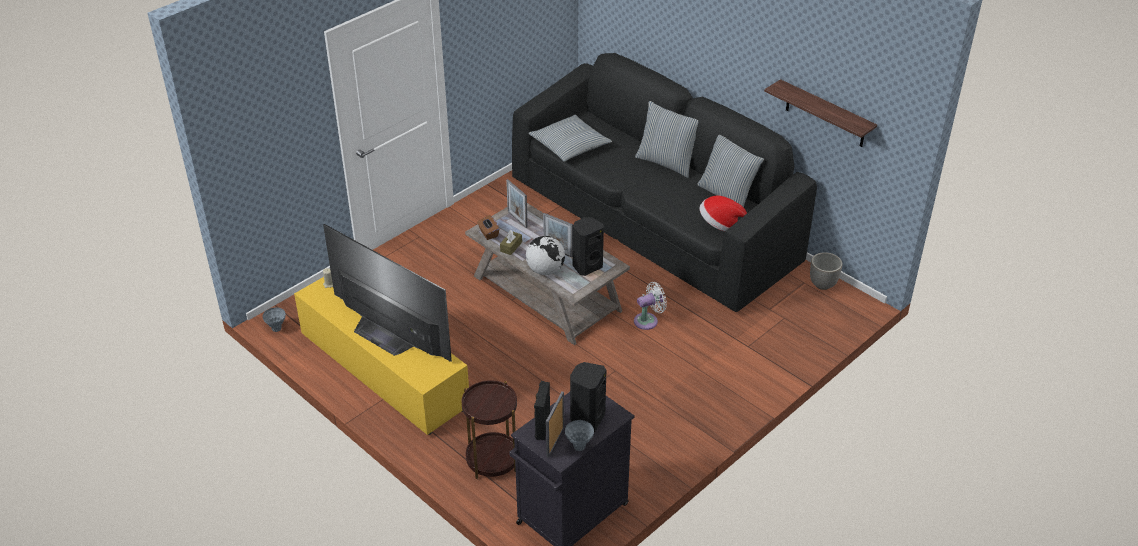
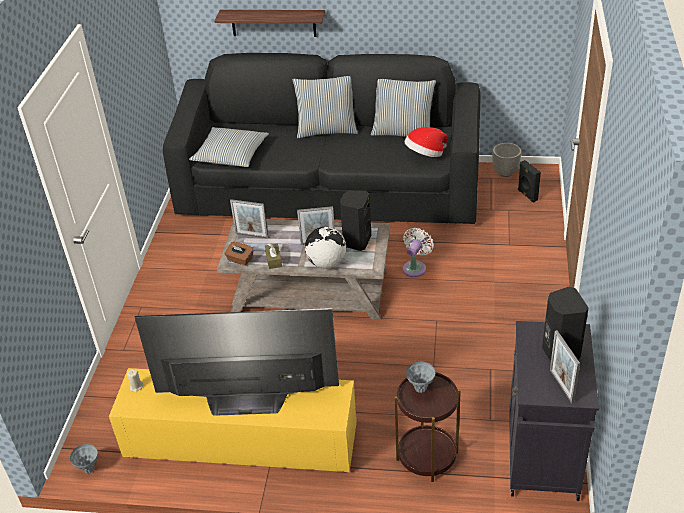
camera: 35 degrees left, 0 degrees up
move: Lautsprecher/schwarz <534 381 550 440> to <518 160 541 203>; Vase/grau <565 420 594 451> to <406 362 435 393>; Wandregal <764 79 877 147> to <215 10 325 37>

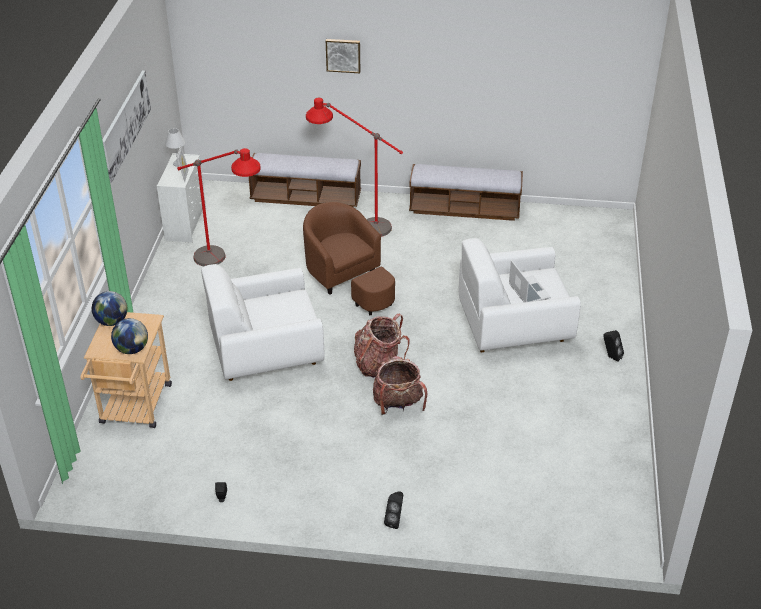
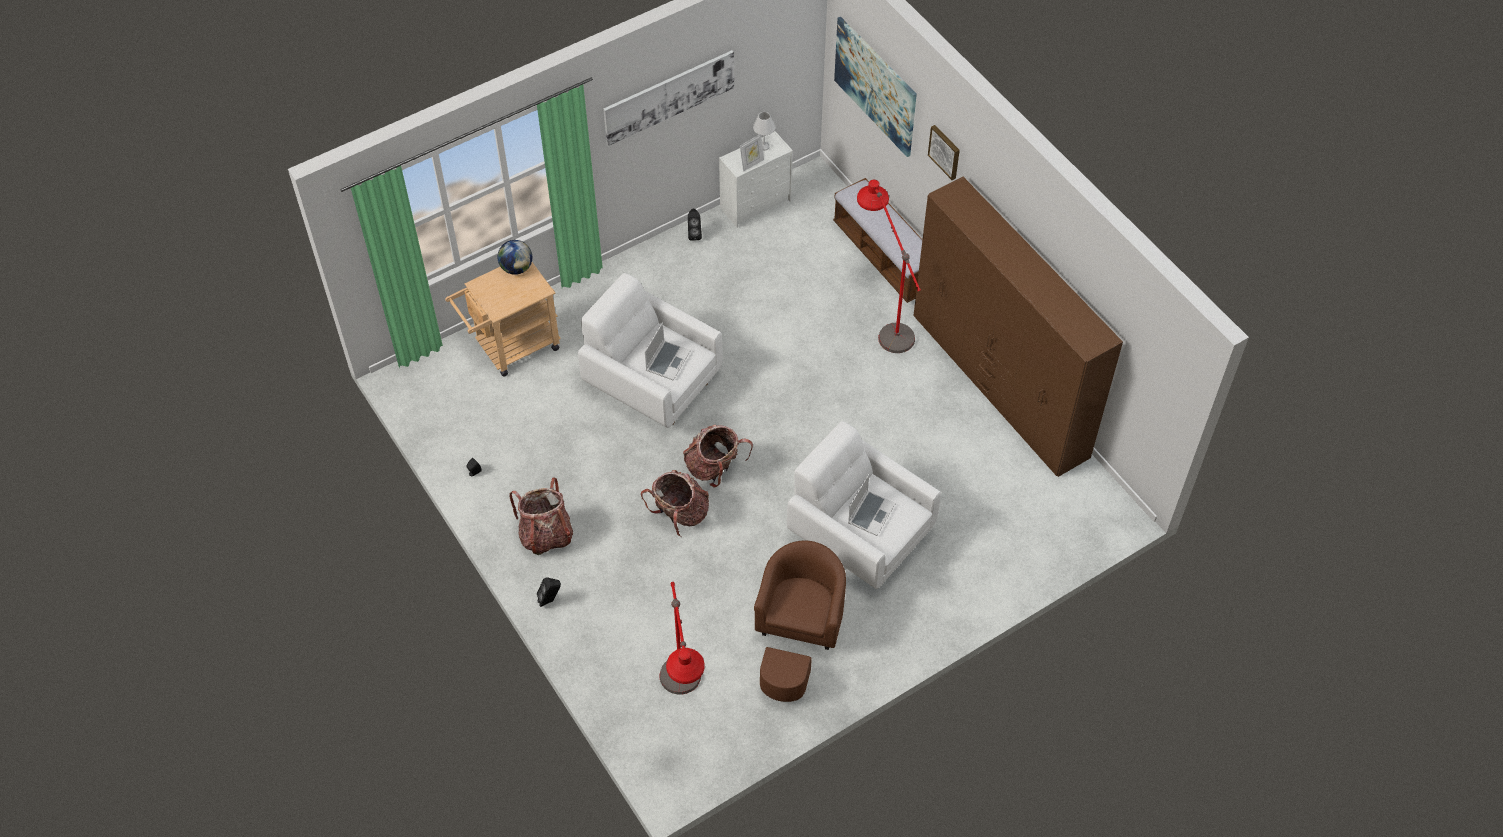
camera: 50 degrees right, 15 degrees up
delete: Globus <111 318 148 354>
insert: Rucksack <509 477 573 555>; Laptop <645 322 691 380>; Bild <834 16 917 157>
move: Stehlampe/rot <177 148 261 266> to <660 582 705 695>; Sessel/braun <303 202 395 315> to <754 541 846 702>; Lautsprecher/schwarz <603 330 624 362> to <688 209 702 241>
replace: Bank <409 164 523 221> to Kleiderschrank/braun <913 177 1123 477>

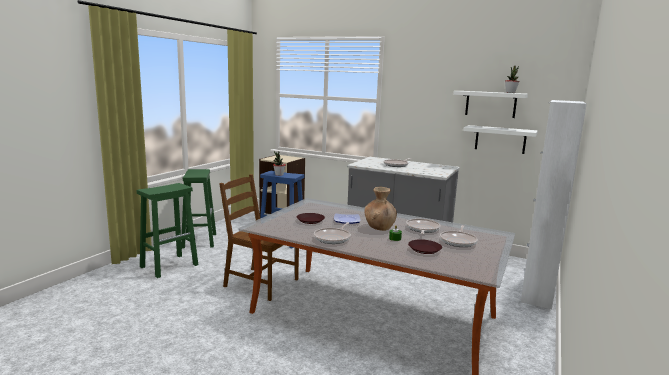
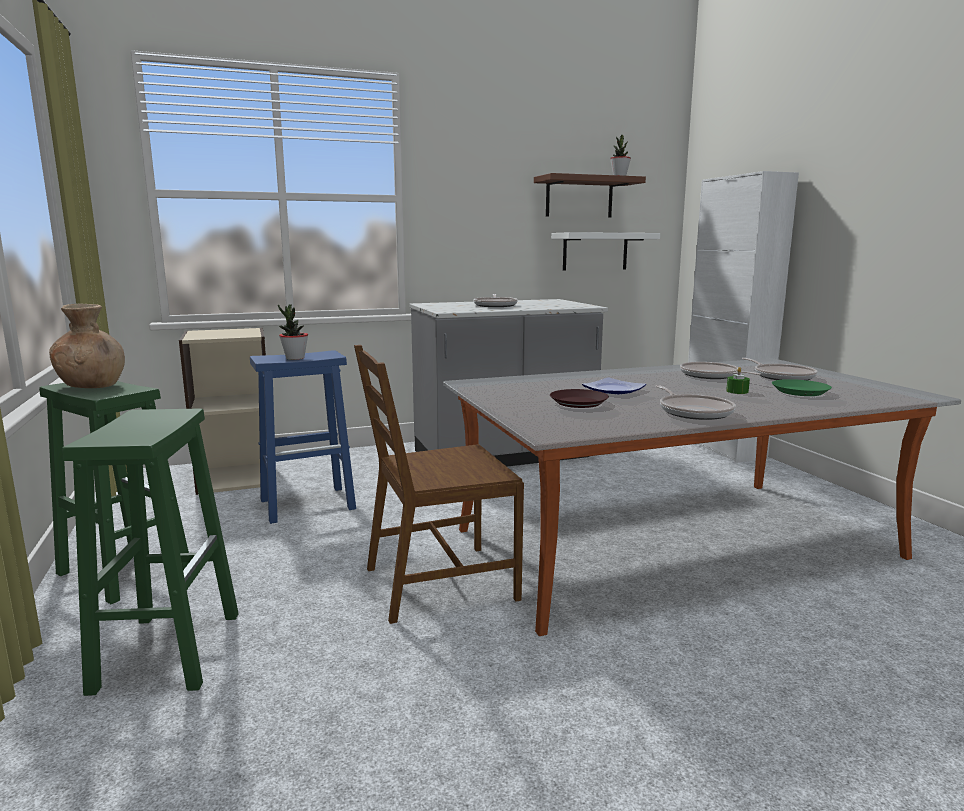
camera: 45 degrees left, 0 degrees up
move: Vase/braun <365 187 397 231> to <49 304 125 388>
recolor: Teller/braun <408 239 442 254> to Teller/grün <772 379 832 396>; Wandregal/weiß <453 91 528 118> to Wandregal/braun <534 173 646 217>

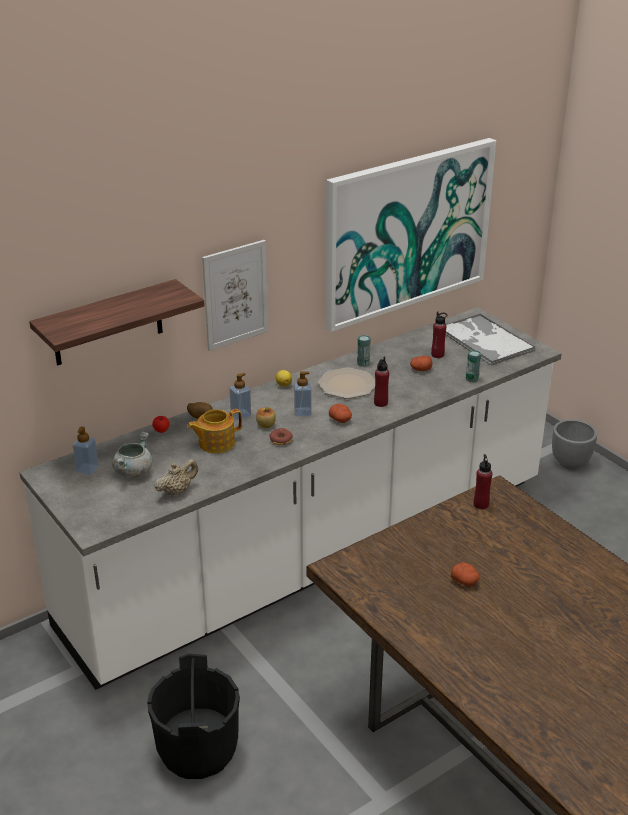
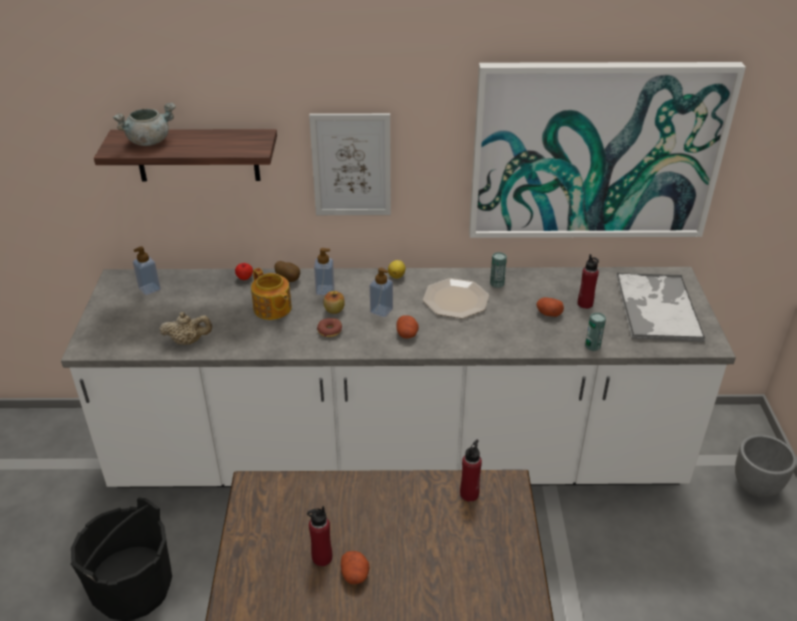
camera: 35 degrees right, 5 degrees up
move: Kochtopf/grau <112 432 153 478> to <113 103 176 146>; Flasche/rot <374 357 389 407> to <307 506 332 566>
rotate: Teekanne <187 409 242 453> = <251 268 292 320> 135 degrees counterclockwise

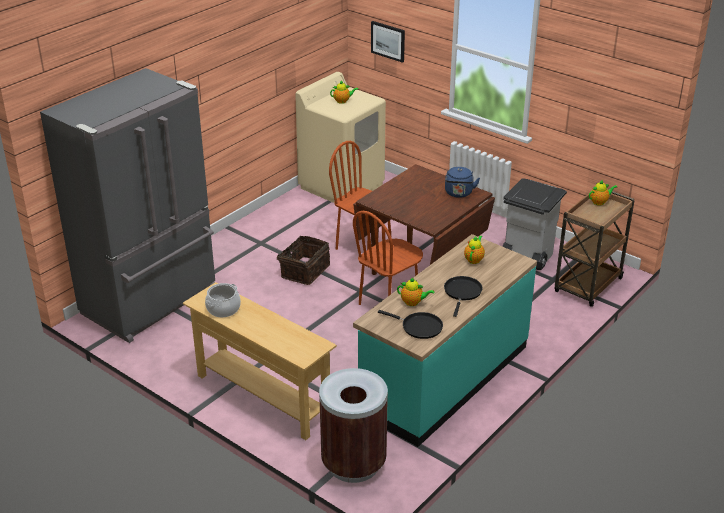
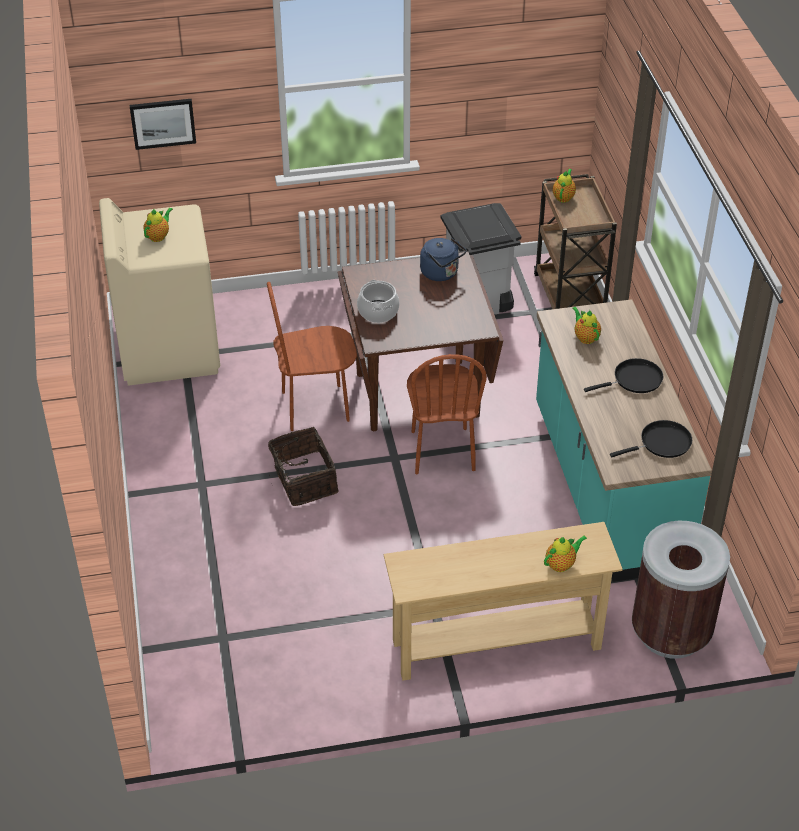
camera: 50 degrees left, 10 degrees up
delete: Kühlschrank/grau <40 68 215 343>
move: Kochtopf <205 283 241 318> to <357 280 399 323>; Teekanne <397 278 434 306> to <544 536 587 572>
rotate: Pfanne/schwarz <444 276 483 317> = <584 358 663 393> 105 degrees clockwise

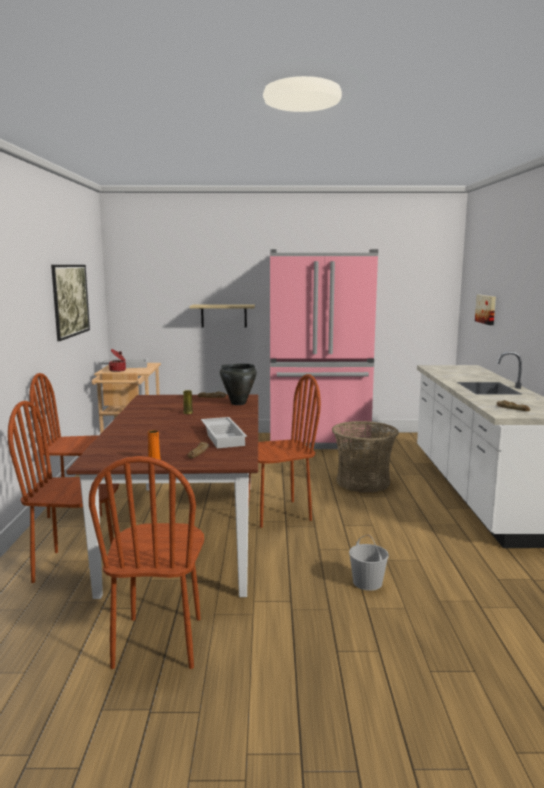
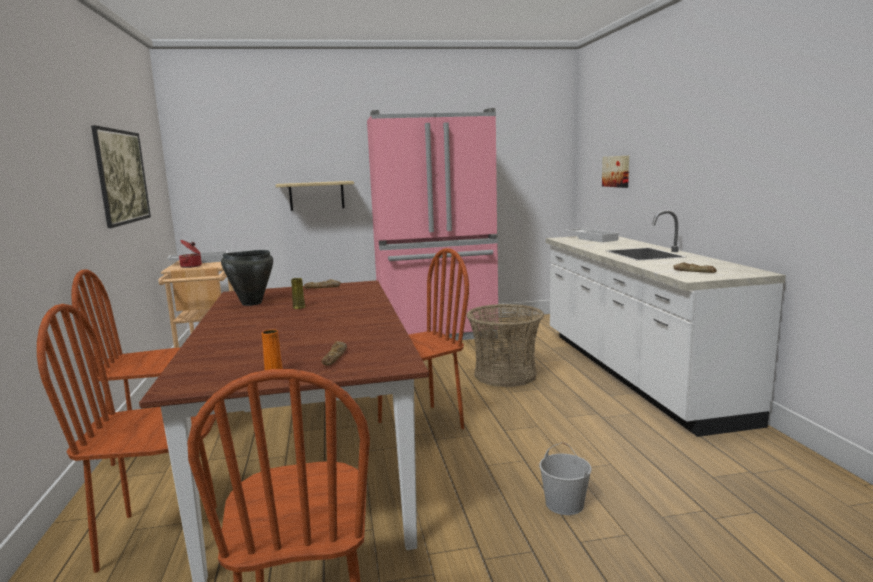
camera: 10 degrees left, 0 degrees up
move: Tablett/weiß <201 417 247 448> to <564 228 620 242>; Kochtopf/schwarz <220 364 257 405> to <221 250 273 306>

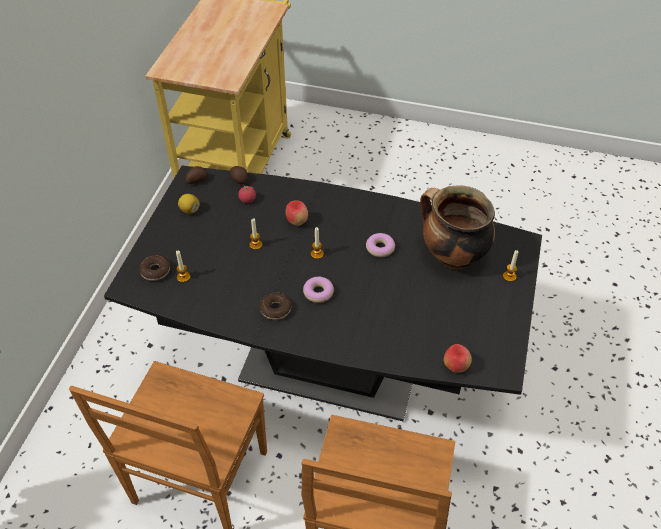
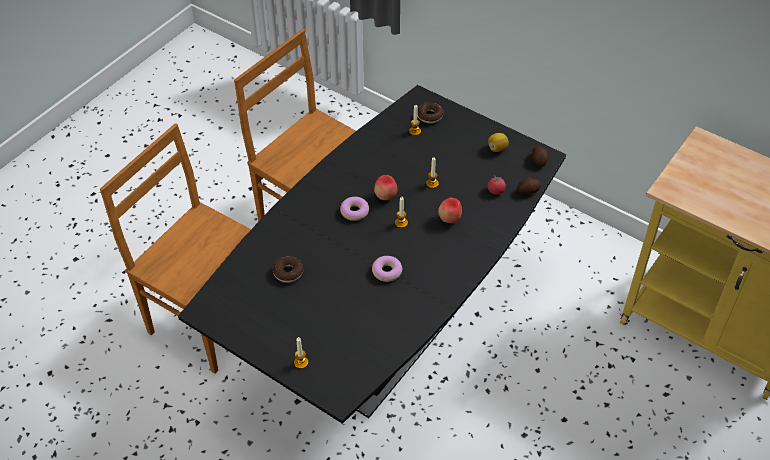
camera: 110 degrees right, 0 degrees up
delete: Kochtopf <420 185 495 269>
move: Donut <260 293 291 320> to <273 256 304 283>; Apfel <444 344 472 373> to <374 175 398 200>

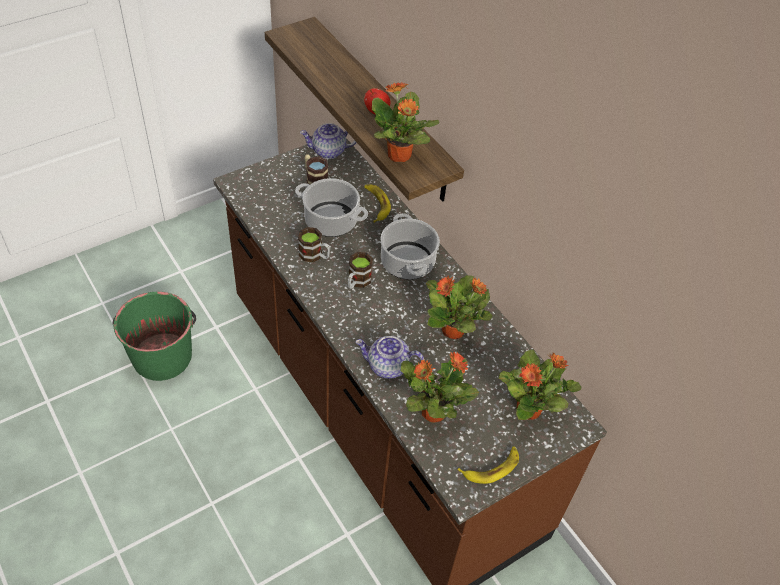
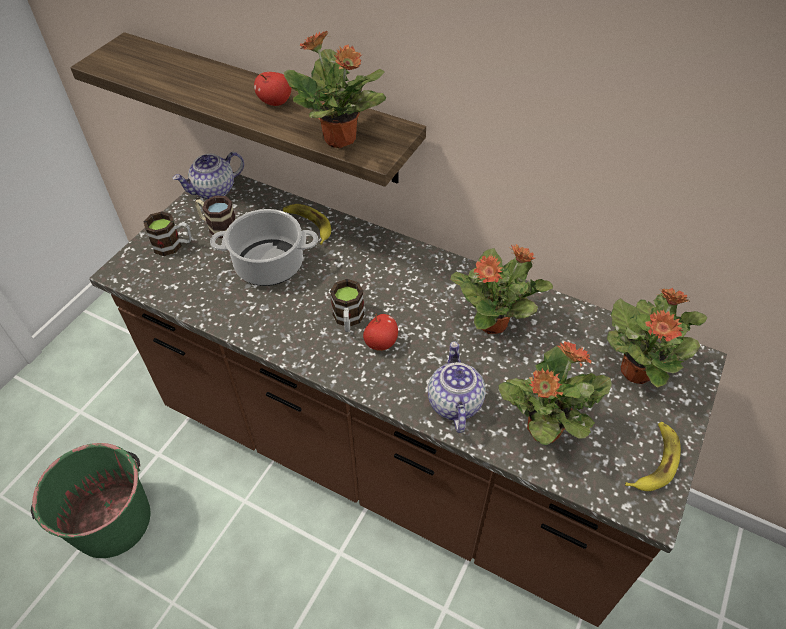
camera: 25 degrees left, 0 degrees up
delete: Kochtopf <380 213 440 280>
insert: Apfel <363 314 398 351>
move: Henkelbecher <298 227 330 262> to <144 212 192 256>
rotate: Teekanne <355 336 424 379> = <428 341 486 433> 105 degrees clockwise

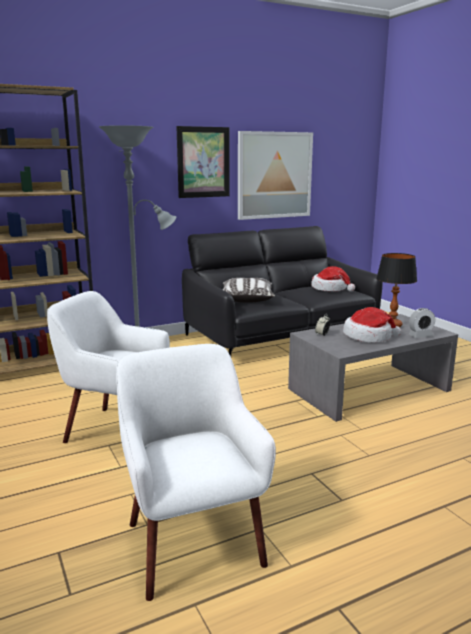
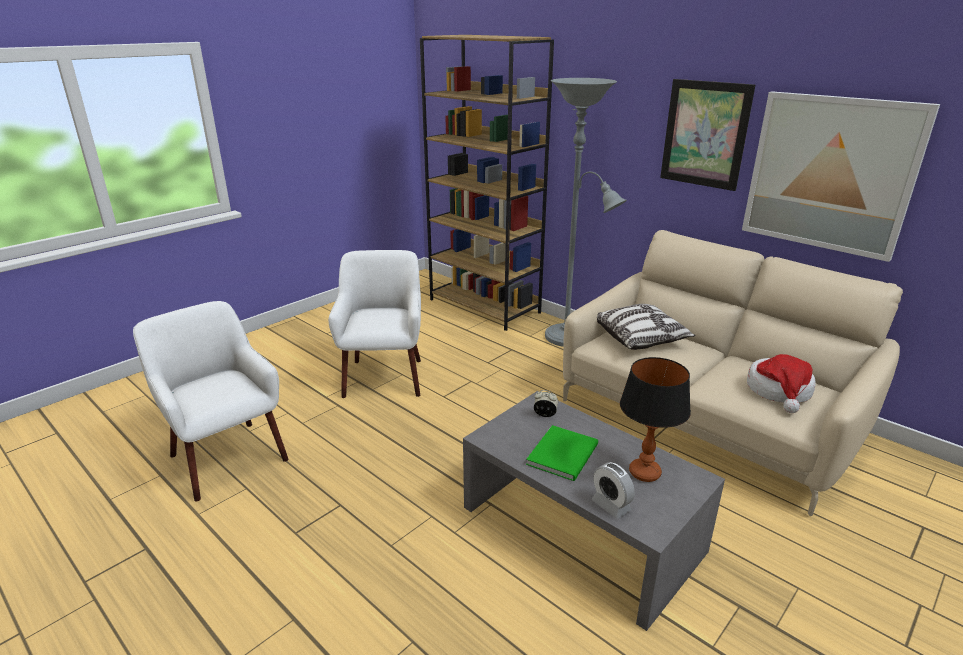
camera: 70 degrees right, 10 degrees up
replace: Hut <343 307 401 343> to Buch/grün <526 425 598 481>
recolor: Sofa/schwarz <182 226 383 356> to Sofa/beige <563 230 903 516>
rotate: Sessel/weiß <116 344 276 601> = <133 301 289 501> 90 degrees counterclockwise

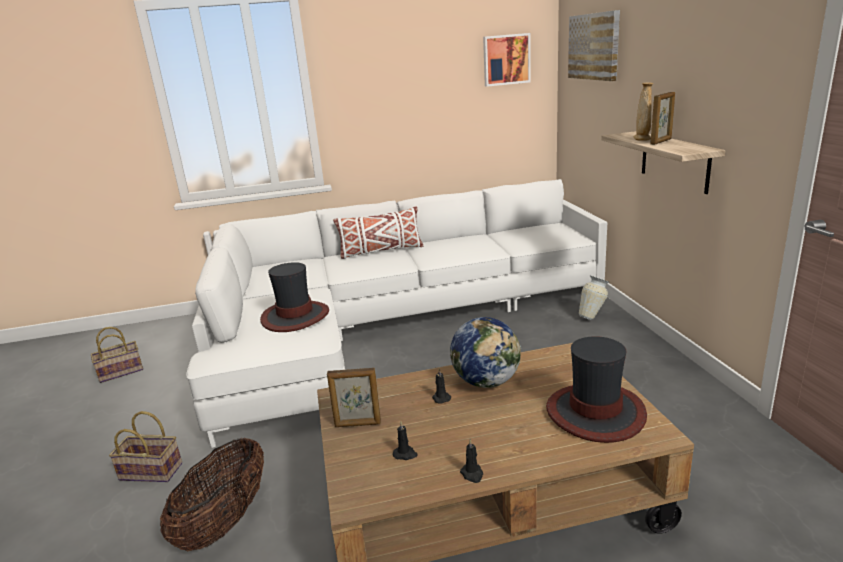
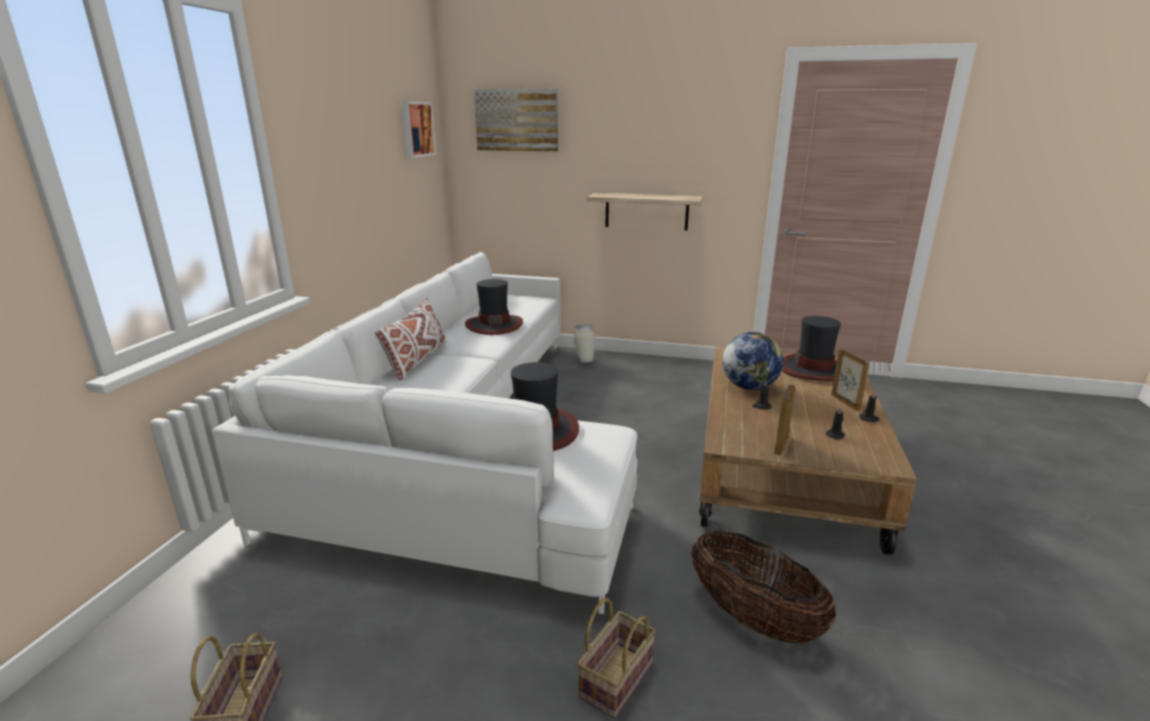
camera: 65 degrees left, 0 degrees up
delete: Vase/beige <633 82 653 141>
insert: Hut <465 279 523 335>
move: Bilderrahmen <650 92 675 145> to <831 349 869 411>

